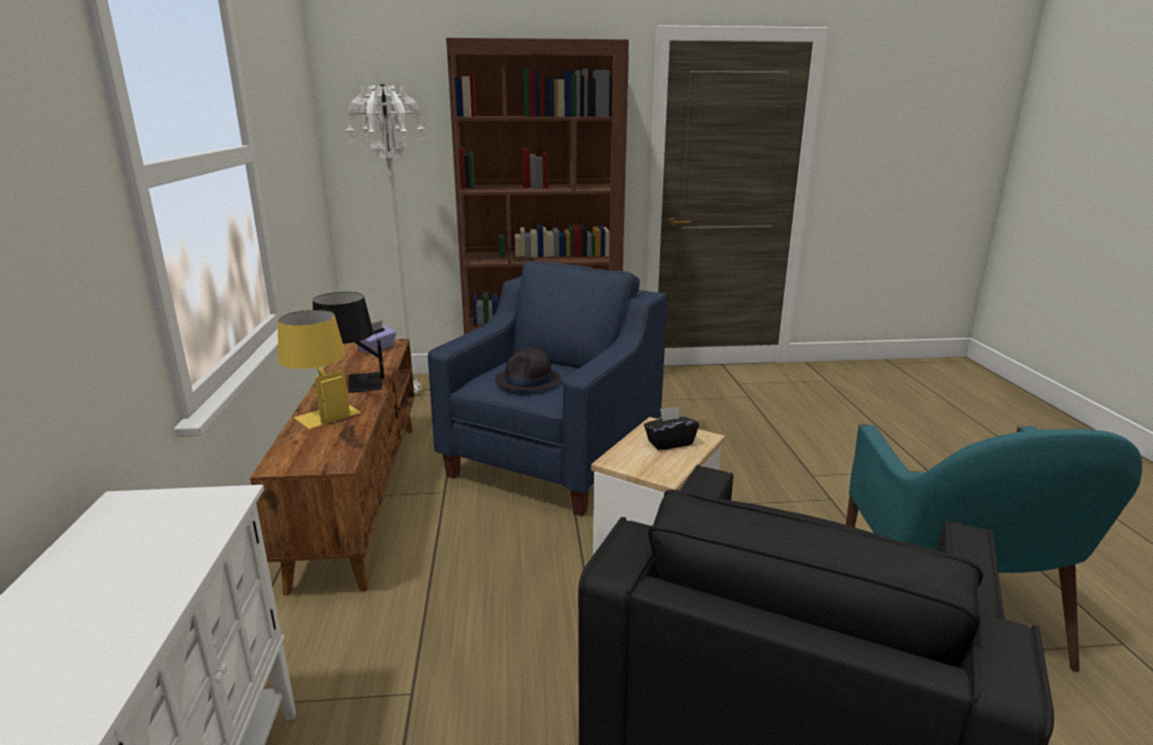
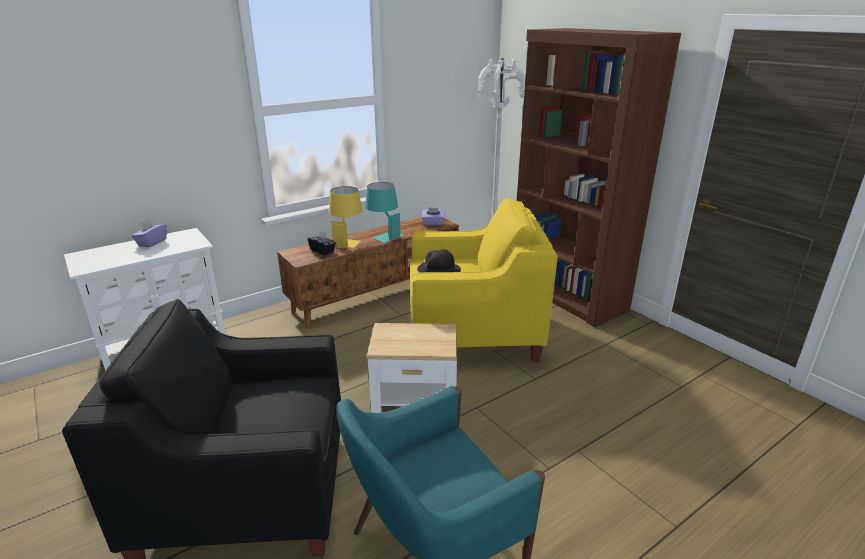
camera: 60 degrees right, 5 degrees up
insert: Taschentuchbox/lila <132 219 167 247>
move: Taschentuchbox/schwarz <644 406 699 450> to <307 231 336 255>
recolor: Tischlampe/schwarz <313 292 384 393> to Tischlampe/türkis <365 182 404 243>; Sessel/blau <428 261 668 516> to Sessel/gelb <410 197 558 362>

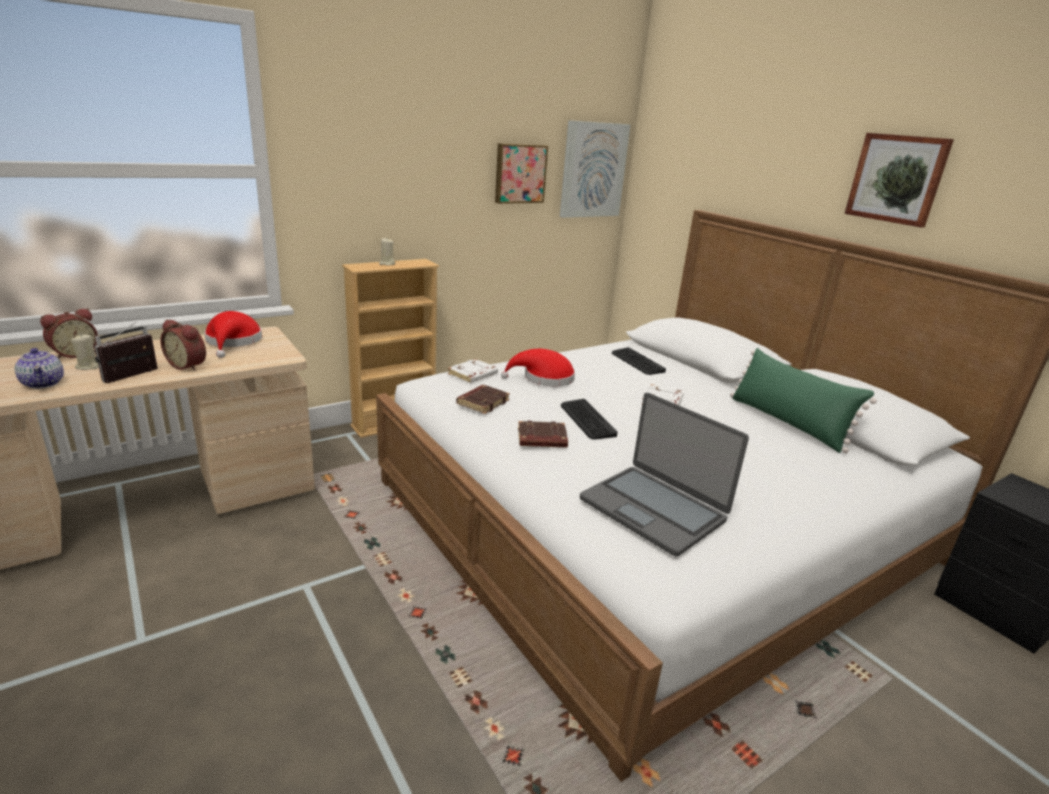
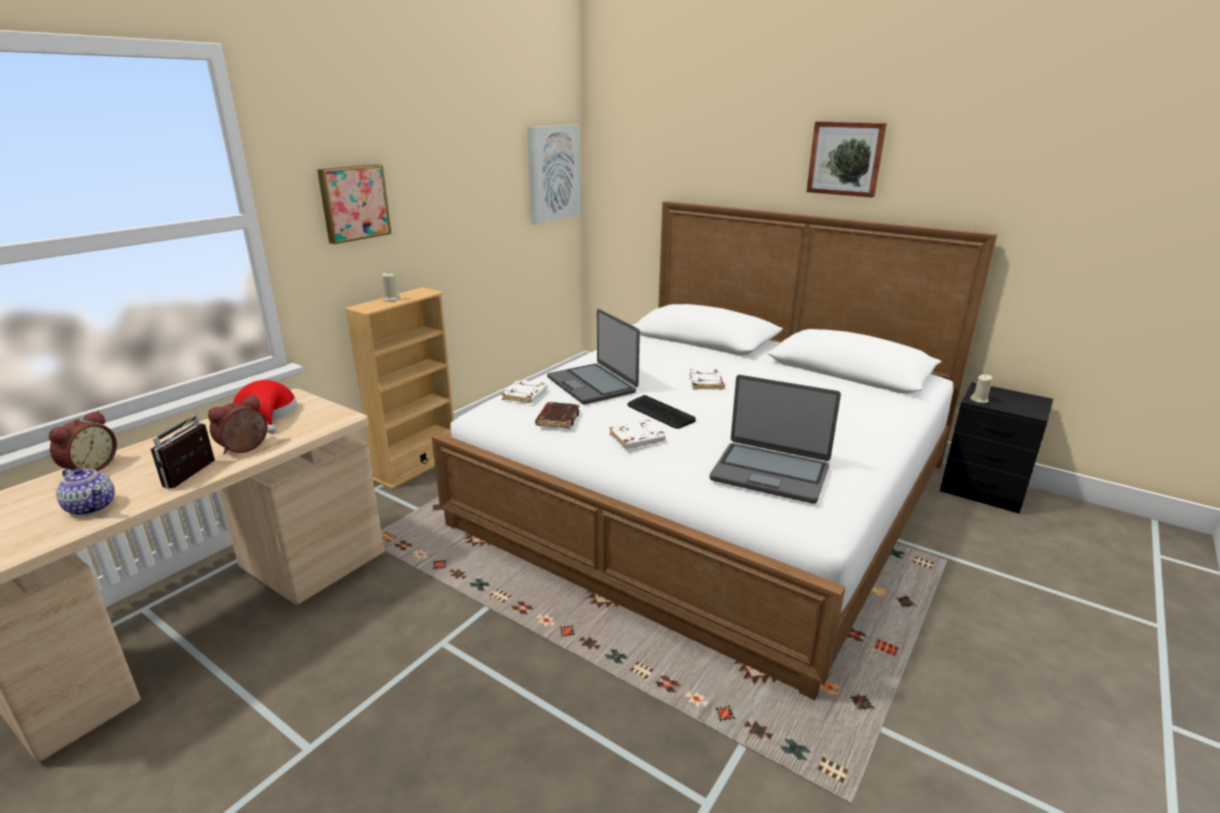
camera: 20 degrees left, 0 degrees up
delete: Tastatur <612 347 666 375>; Kissen/grün <730 348 877 453>
move: Kerze/beige <71 334 99 370> to <970 375 993 403>; Bild <495 143 548 204> to <317 164 392 244>
replace: Hut/rot <501 349 575 387> to Laptop <547 309 640 405>
recolor: Buch/braun <518 421 568 448> to Buch/weiß <609 420 666 449>
rotate: Wecker <160 319 206 371> = <208 395 268 455> 120 degrees clockwise

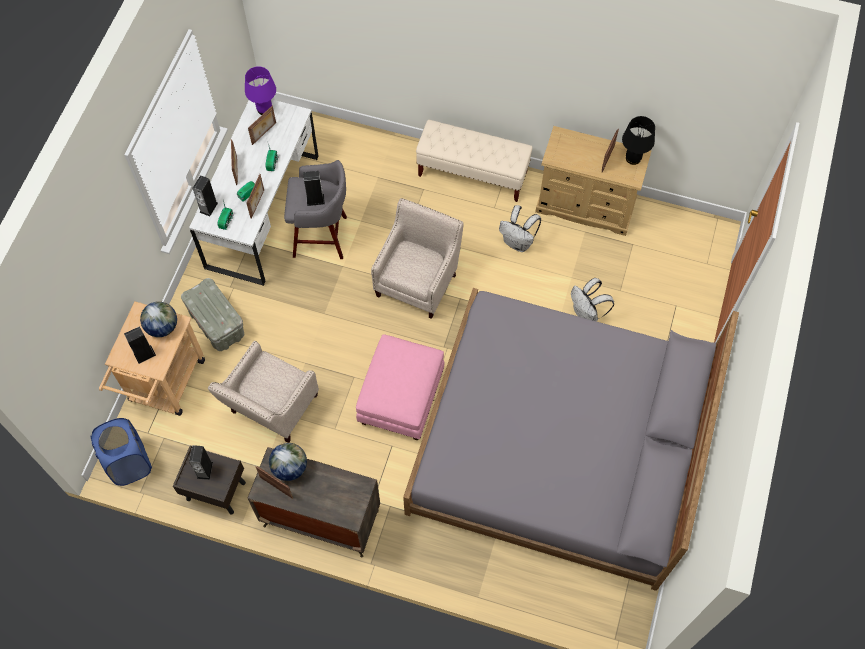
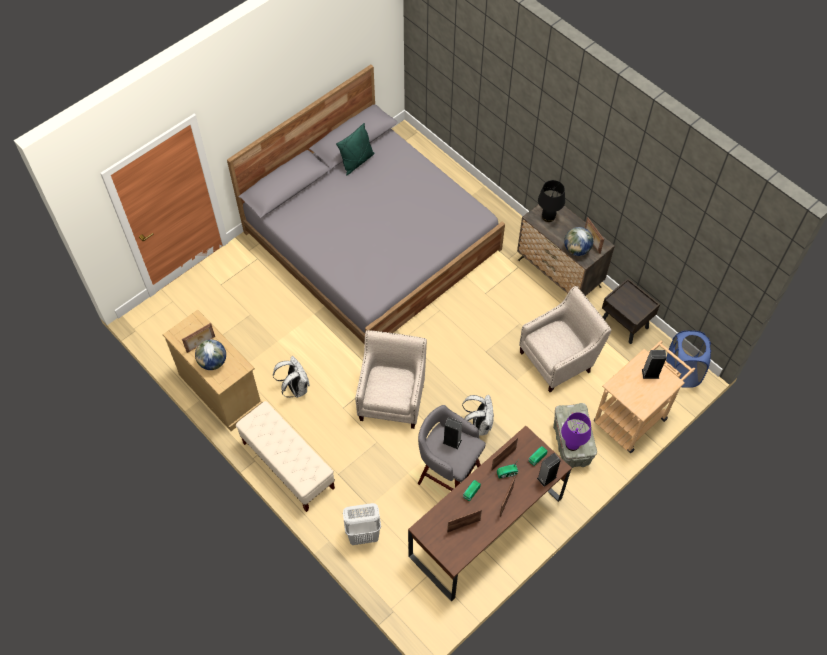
camera: 150 degrees left, 5 degrees down
delete: Lautsprecher <189 445 213 480>; Polsterhocker/rosa <356 334 444 440>
insert: Kissen/grün <336 123 375 175>; Wäschekorb/weiß <343 503 381 545>
move: Globus <140 301 177 337> to <195 339 226 370>; Tischlampe/lila <245 66 276 115> to <561 412 591 451>; Rucksack/weiß <571 278 614 321> to <462 395 494 436>; Tischlampe/schwarz <622 116 655 165> to <538 180 565 222>
recolor: Schreibtisch/weiß <189 99 319 286> to Schreibtisch/braun <408 426 572 602>
rotate: Sessel/beige <371 198 464 319> = <355 330 427 429> 135 degrees clockwise

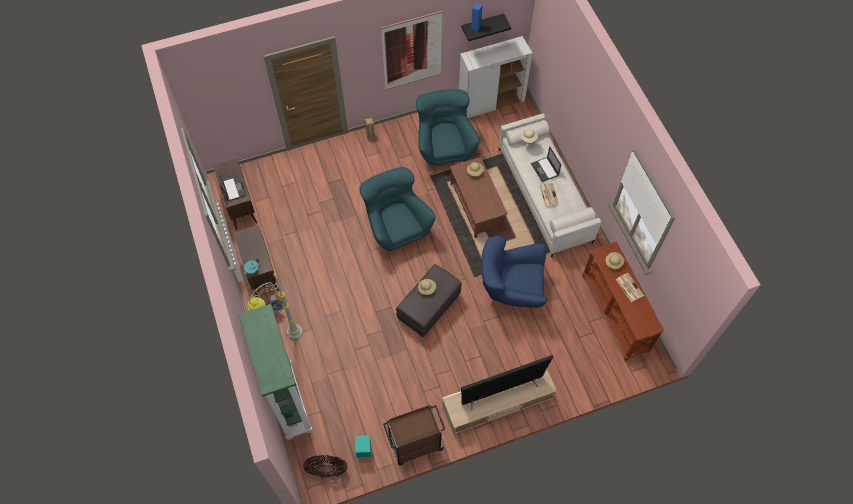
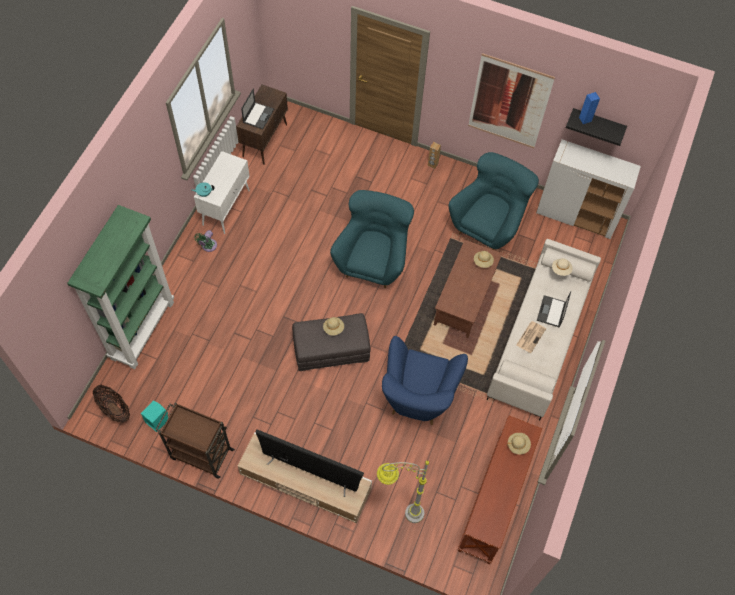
camera: 40 degrees right, 0 degrees up
delete: Zeitung <616 273 644 302>
move: Stehlampe/grau <247 273 303 339> to <377 461 429 523>
recolor: Schrank/braun <234 225 279 297> to Schrank/weiß <194 151 250 234>
rotate: Sessel/blau <481 236 547 309> = <382 336 468 425> 120 degrees counterclockwise

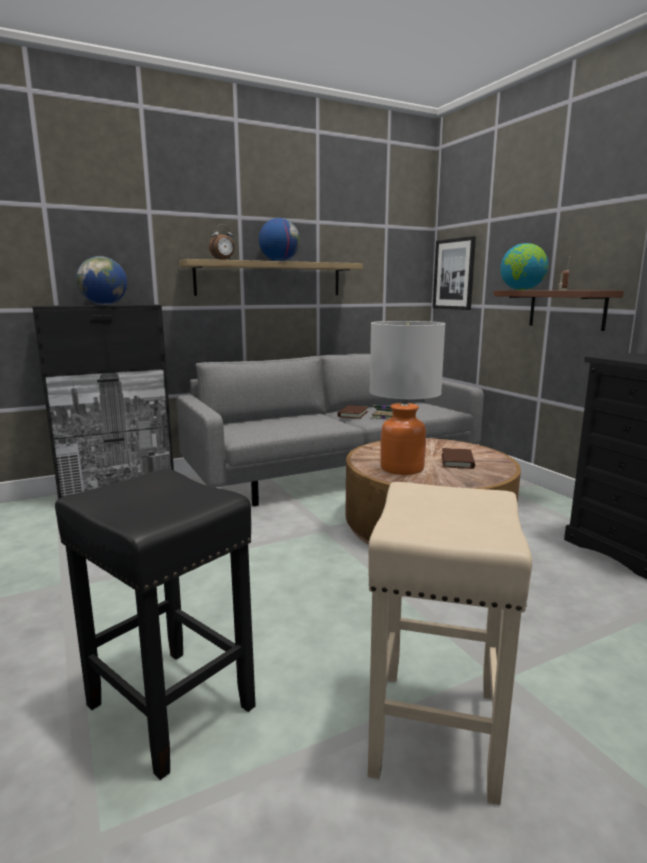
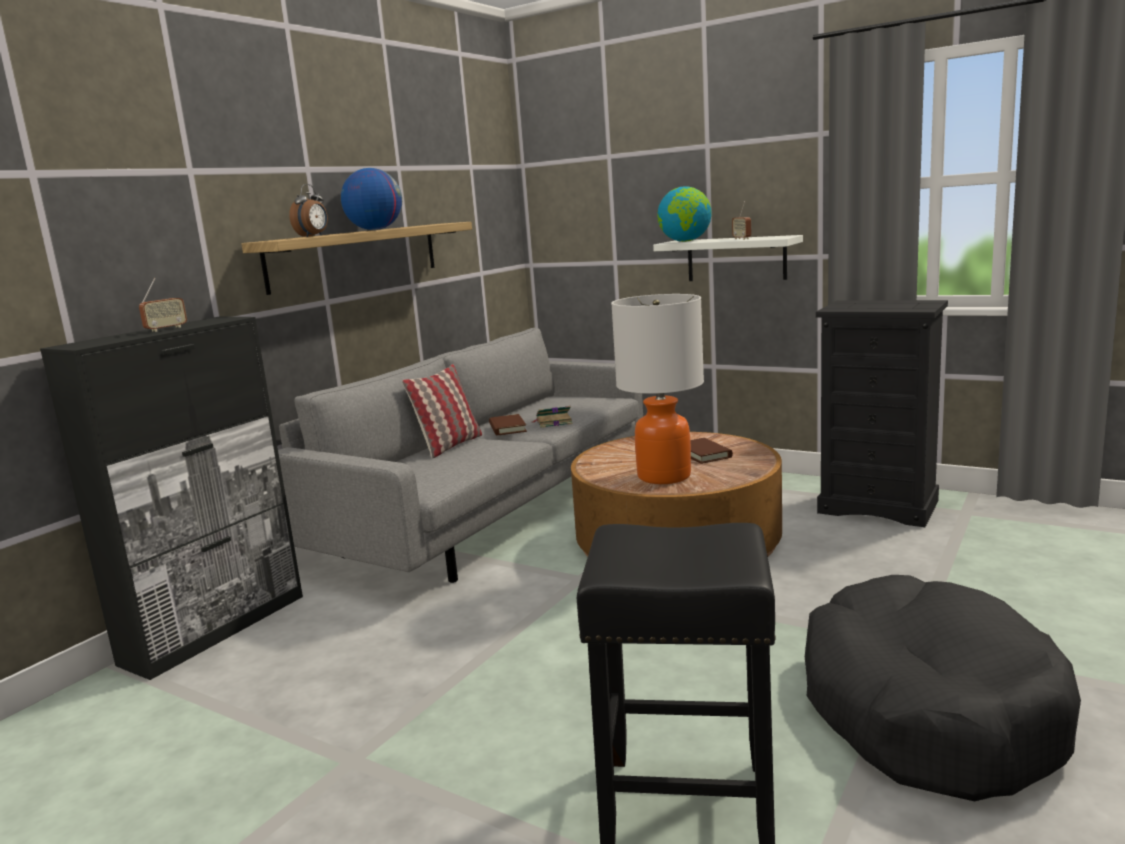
camera: 30 degrees left, 0 degrees up
delete: Bild <433 236 476 310>
insert: Kissen <402 364 482 459>
replace: Globus <76 256 127 305> to Radio <139 278 187 332>; Hocker/beige <368 482 532 805> to Hundebett/schwarz <805 575 1081 801>
recolor: Wandregal/braun <494 290 624 331> to Wandregal/weiß <653 235 803 281>

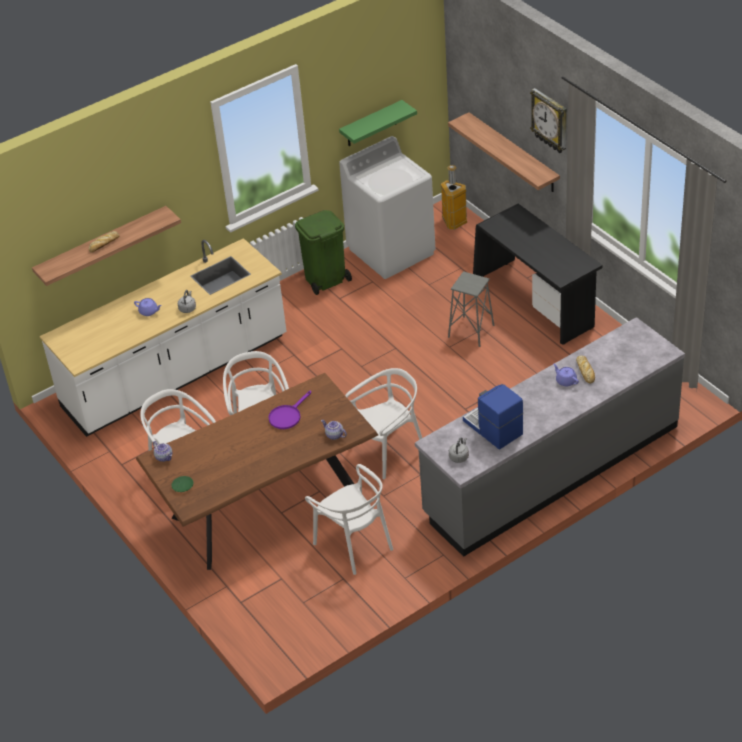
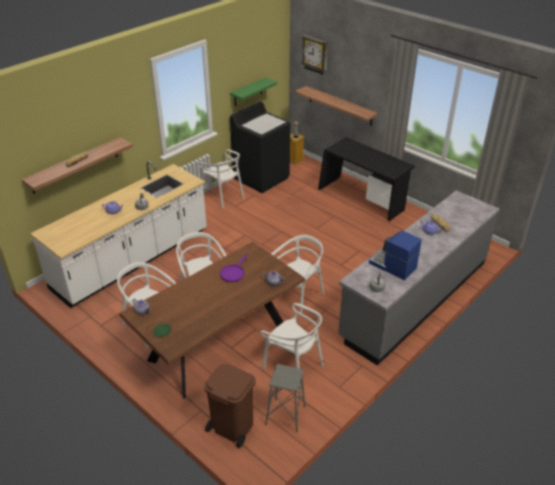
camera: 15 degrees left, 5 degrees down
insert: Mülleimer/braun <204 364 256 448>
move: Hocker/grau <448 271 494 347> to <265 364 305 432>; Wanduhr <530 88 567 153> to <302 35 328 75>
replace: Mülleimer/grün <295 210 352 295> to Stuhl/weiß <198 149 245 209>
recolor: Waschmaschine/weiß <339 136 435 279> to Waschmaschine/schwarz <230 102 290 193>

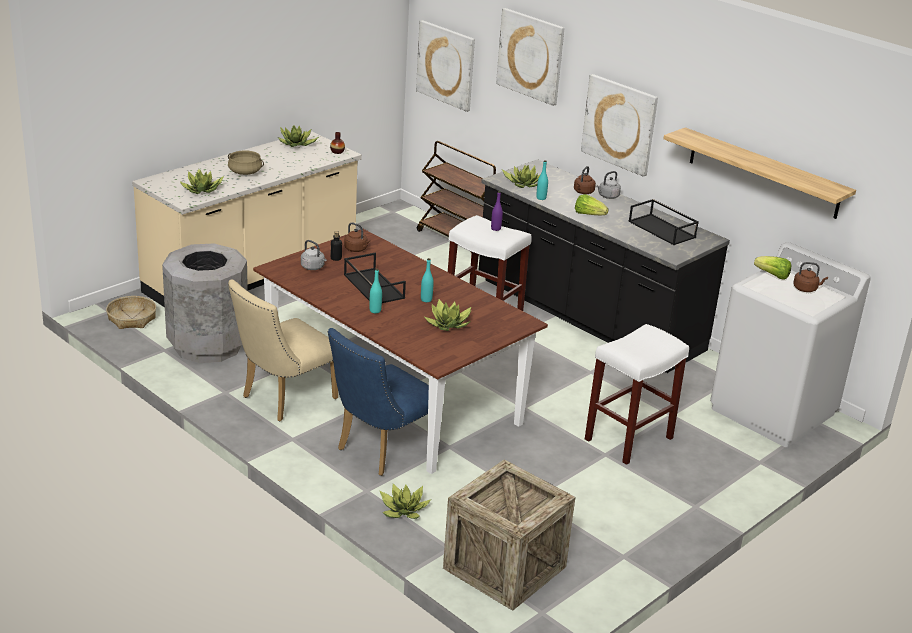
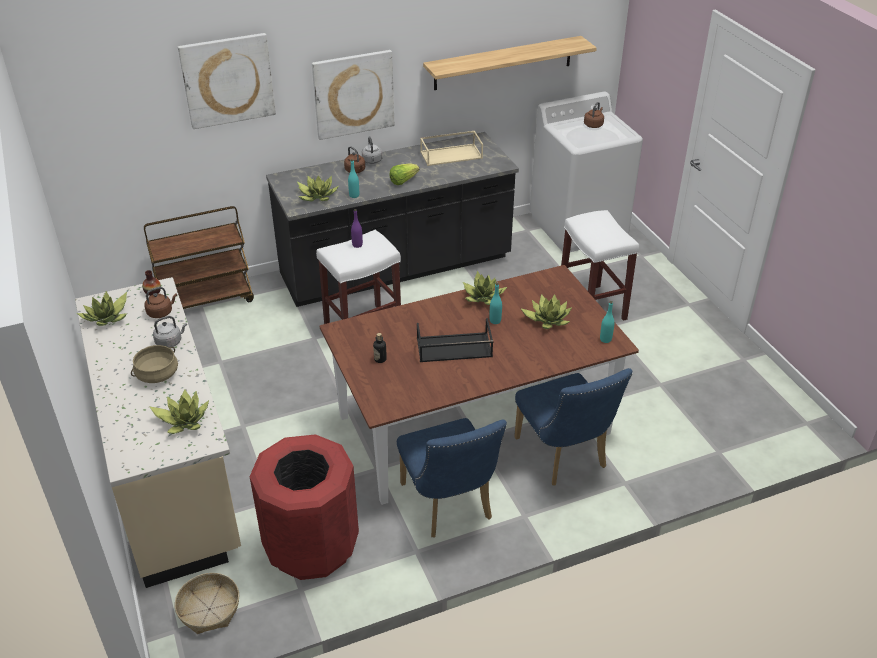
camera: 65 degrees left, 10 degrees up
delete: Bild <416 20 475 112>; Kiste <443 459 575 611>; Salatkopf <754 256 791 280>
move: Wasserkessel/grau <301 240 326 270> to <153 316 187 347>; Wasserkessel/braun <344 223 370 252> to <144 287 177 318>; Flasche/türkis <369 268 382 313> to <600 301 614 343>; Topfpflanze <379 484 431 519> to <463 271 507 305>
recolor: Mülleimer/grau <162 243 248 363> to Mülleimer/rot <250 434 359 580>; Stuhl/beige <228 279 338 421> to Stuhl/blau <397 418 507 537>; Tablett/schwarz <628 199 699 245> to Tablett/beige <420 131 483 166>

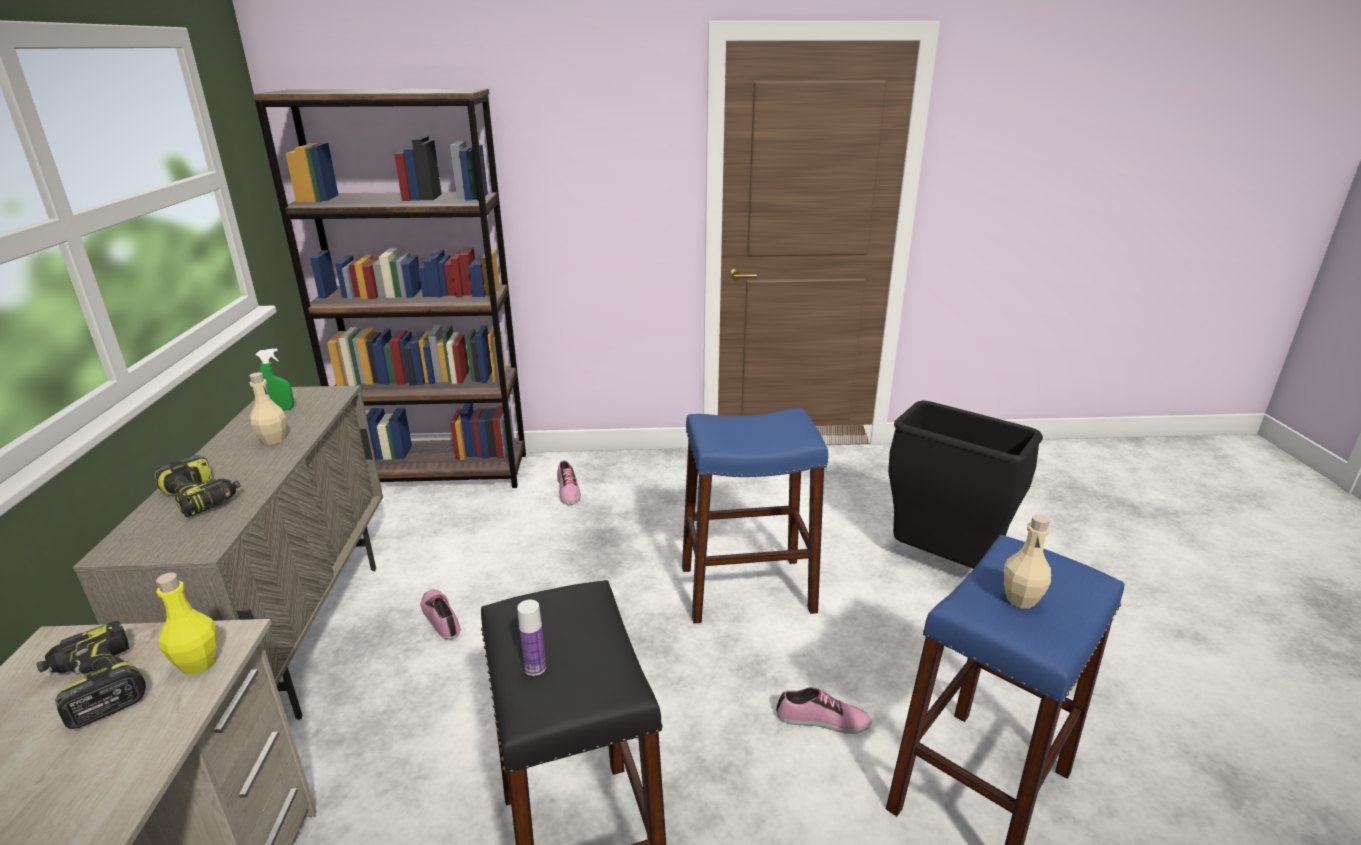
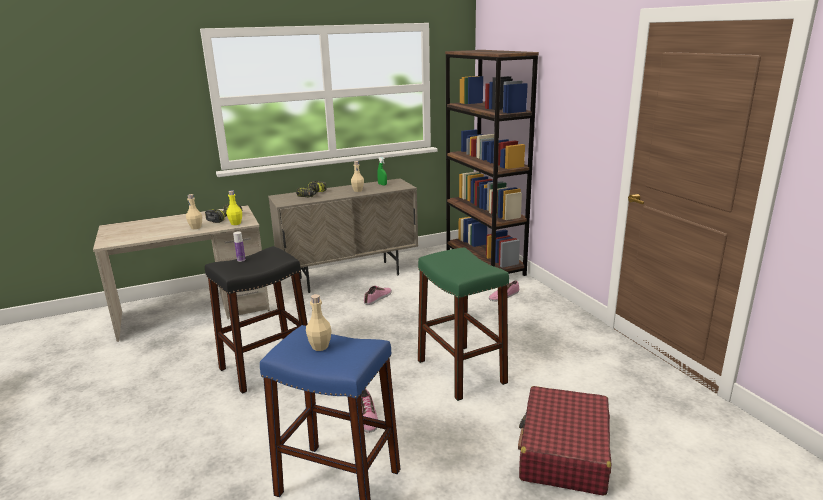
camera: 70 degrees right, 5 degrees down
insert: Flasche/beige <186 194 202 229>
replace: Mülleimer/schwarz <888 400 1043 569> to Koffer/rot <518 386 611 496>
recolor: Hocker/blau <682 408 828 623> to Hocker/grün <418 248 509 401>

